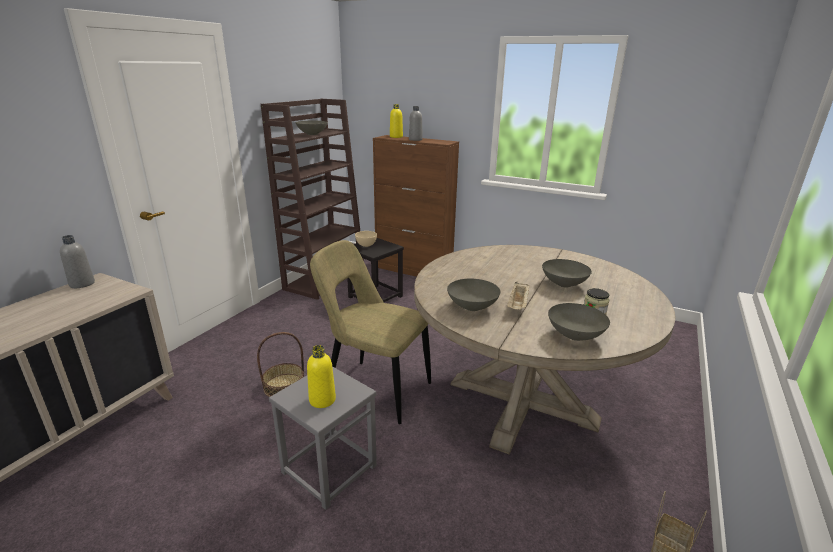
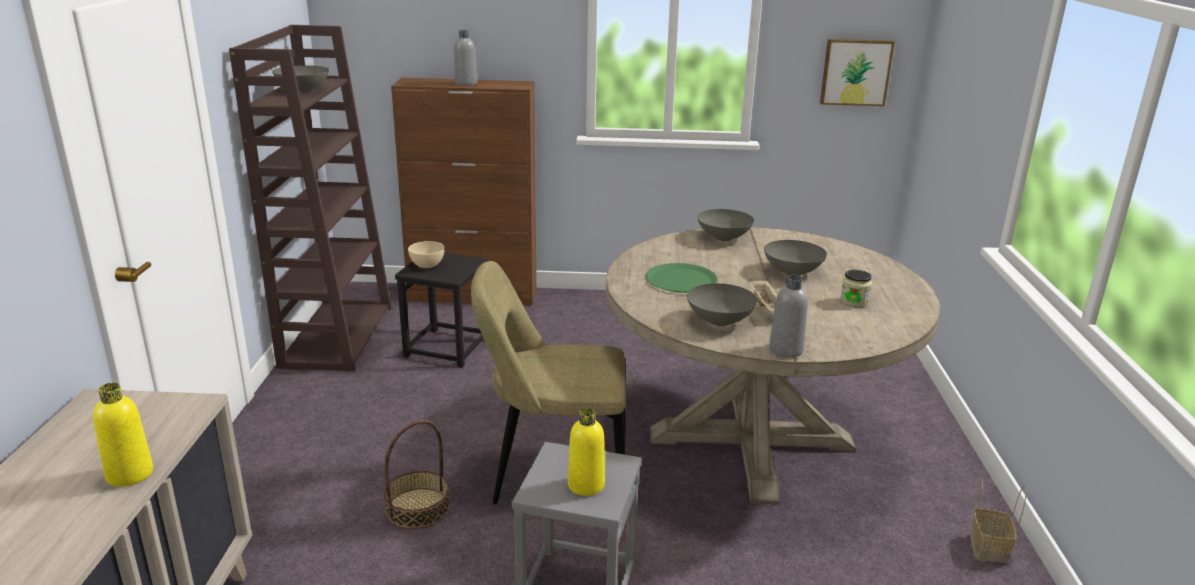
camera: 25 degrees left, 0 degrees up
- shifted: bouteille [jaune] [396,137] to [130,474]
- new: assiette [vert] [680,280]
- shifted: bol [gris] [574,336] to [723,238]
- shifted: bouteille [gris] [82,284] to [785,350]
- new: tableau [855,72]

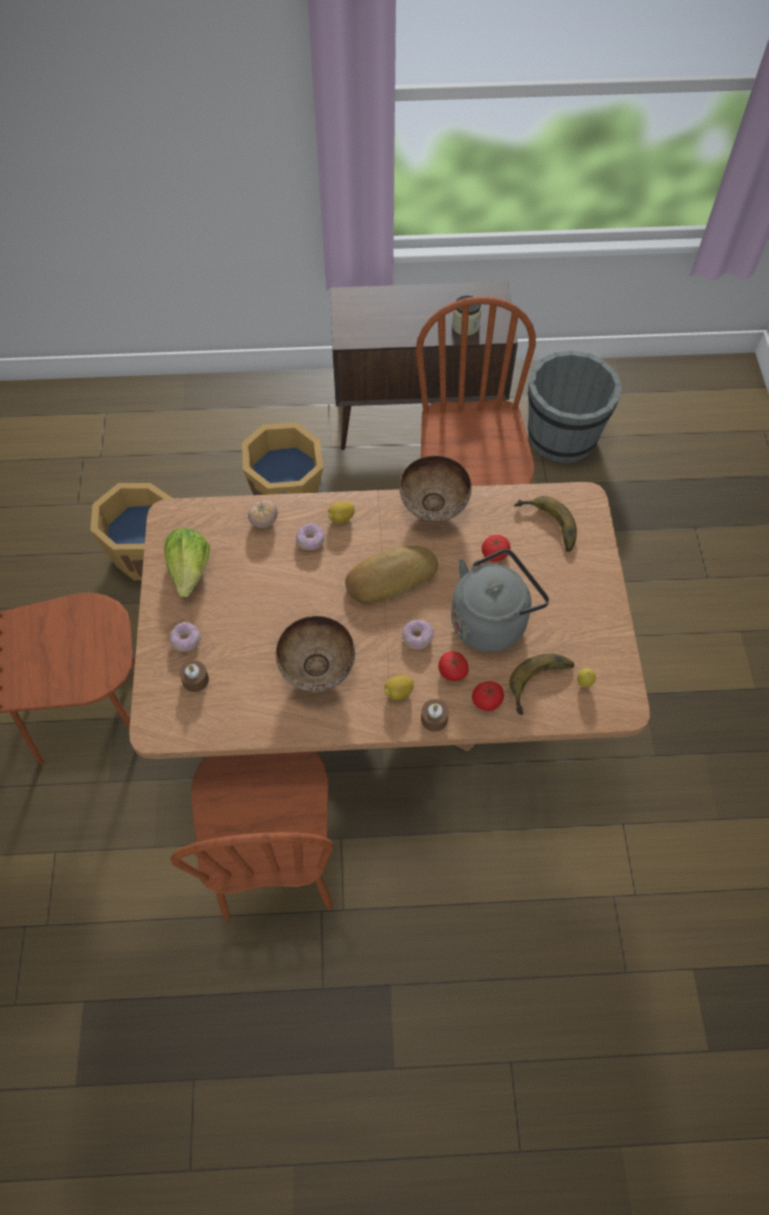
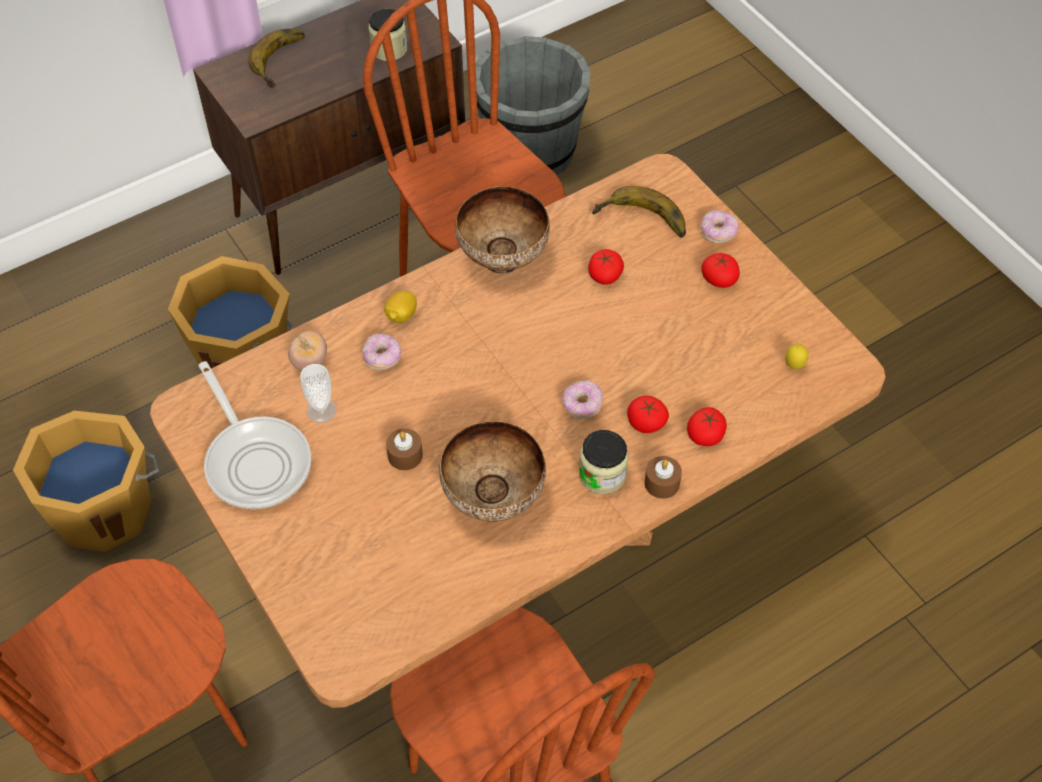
camera: 30 degrees left, 5 degrees down
- swapped: laitue [190,571] to poêle [255,460]
- shifted: banane [543,686] to [284,61]
- new: tasse [321,410]
- shifted: bougie [marron] [195,680] to [405,455]
- swapped: citron [398,692] to bocal [602,474]
- shifted: beignet [186,640] to [718,232]
- new: tomate [719,279]
- gone: pain [389,577]
- gone: bouilloire [gris] [492,620]

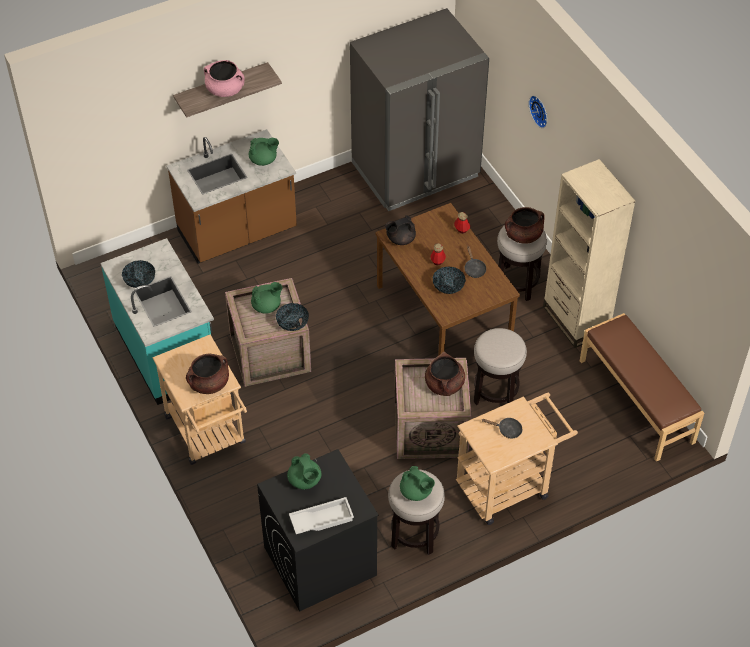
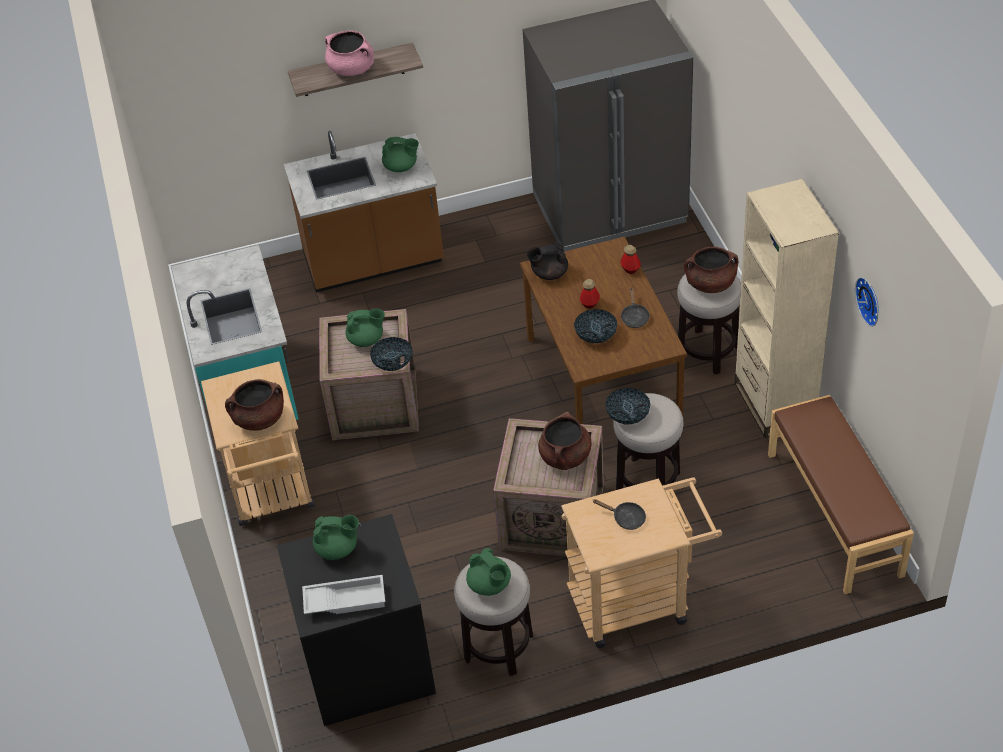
camera: 15 degrees right, 5 degrees down
- rotated: théière [vert] [305,480] = [338,549] 75 degrees counterclockwise
- shifted: bol [140,280] to [628,415]
- shifted: horloge murale [540,110] to [870,300]

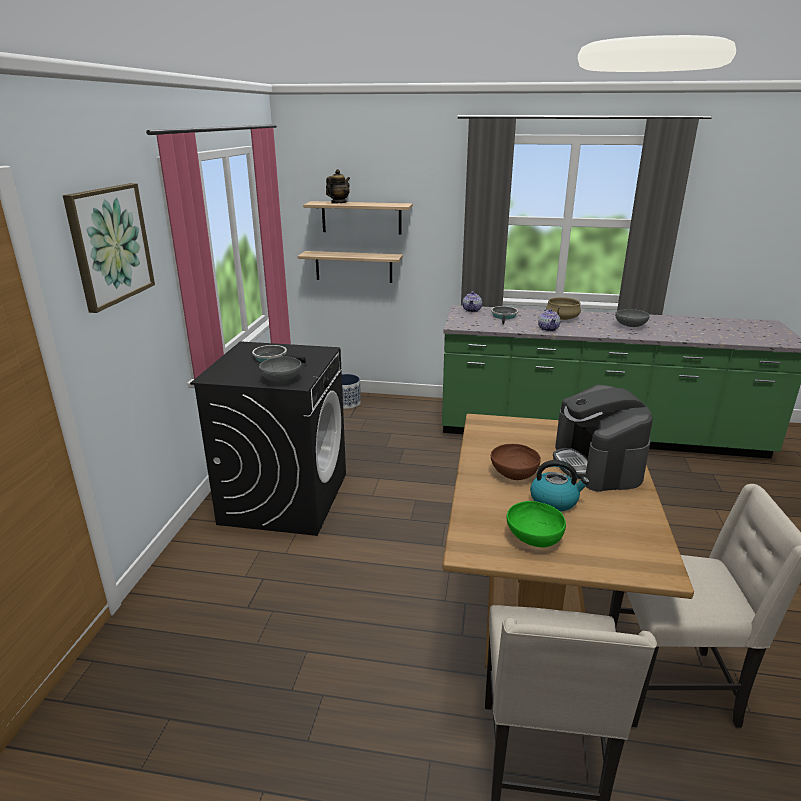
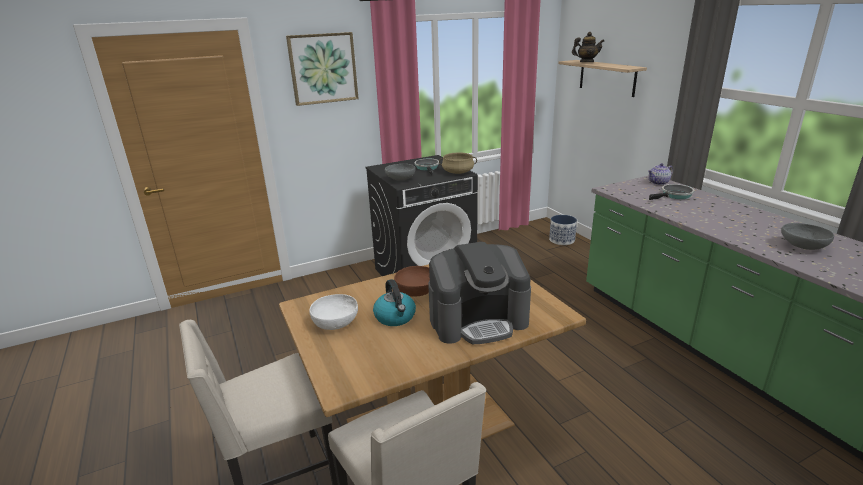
camera: 55 degrees right, 0 degrees up
- repainted: bol [vert] [533,537] to bol [blanc] [335,323]
- rotated: machine à café [597,464] = [478,320] 150 degrees counterclockwise
- shifted: marmite [beige] [562,318] to [457,172]
- gone: étagère [353,267]
- gone: théière [548,329]

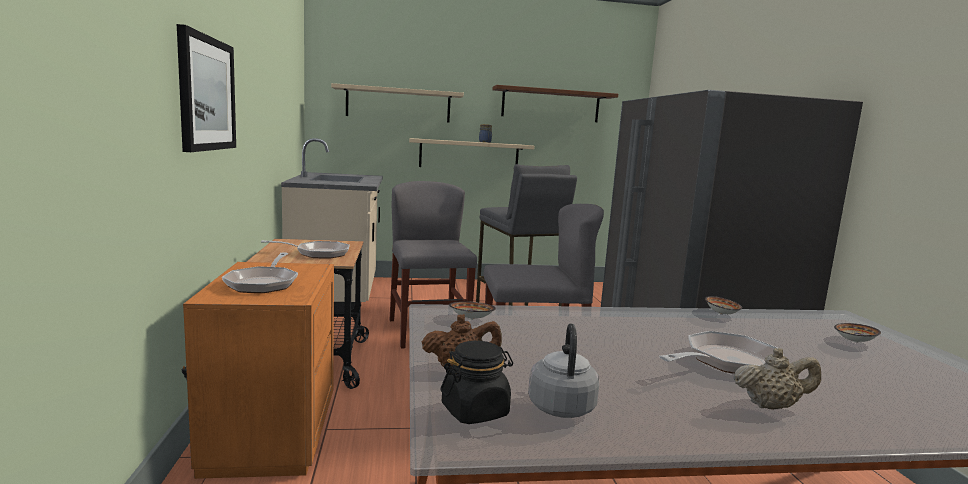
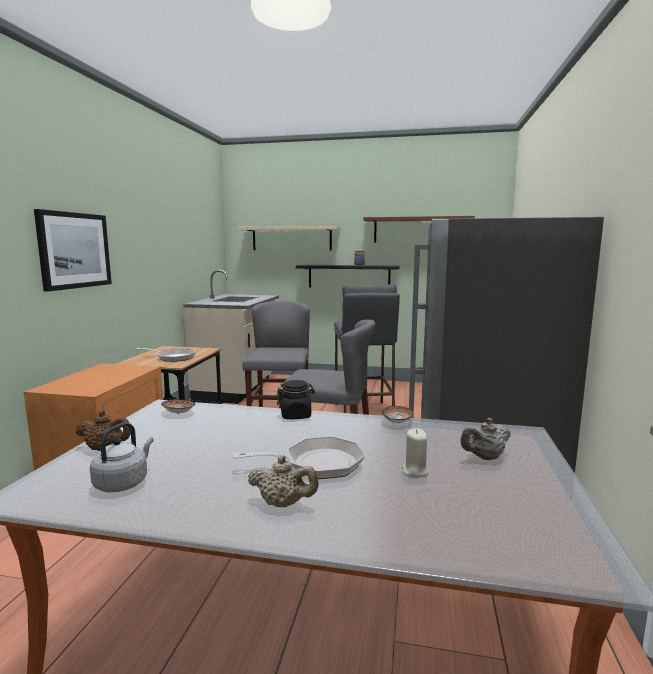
camera: 20 degrees right, 0 degrees up
- shifted: bocal [noir] [475,411] to [296,415]
- repainted: étagère [beige] [469,155] to étagère [noir] [349,276]
- new: bougie [beige] [414,471]
- swapped: bol [854,341] to théière [beige] [485,457]
- gone: poêle [263,283]

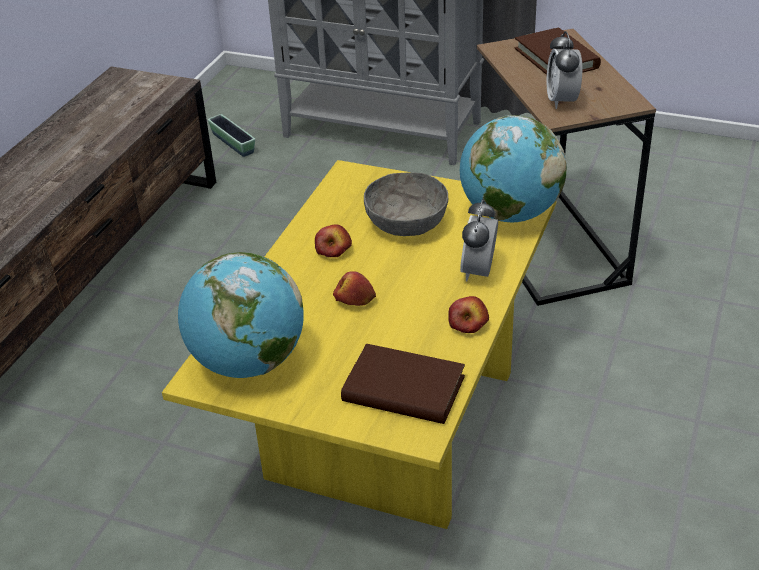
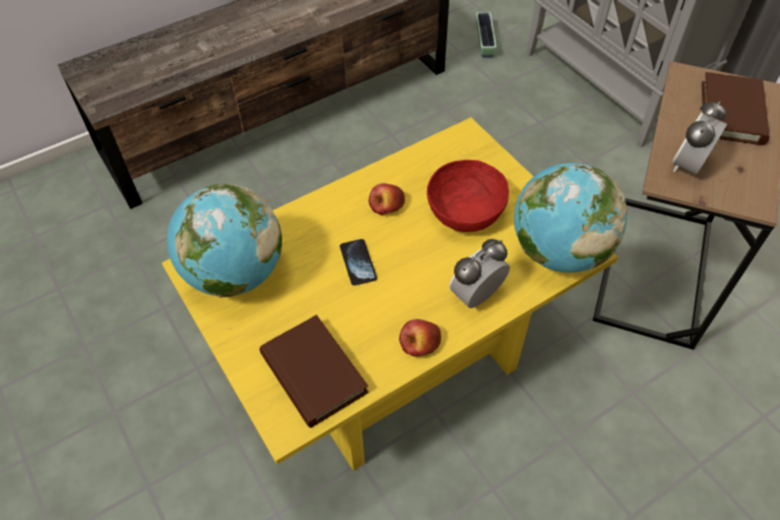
camera: 35 degrees right, 15 degrees up
- swapped: pomme [354,299] to téléphone [358,263]
- repainted: bol [gris] [406,223] to bol [rouge] [465,211]

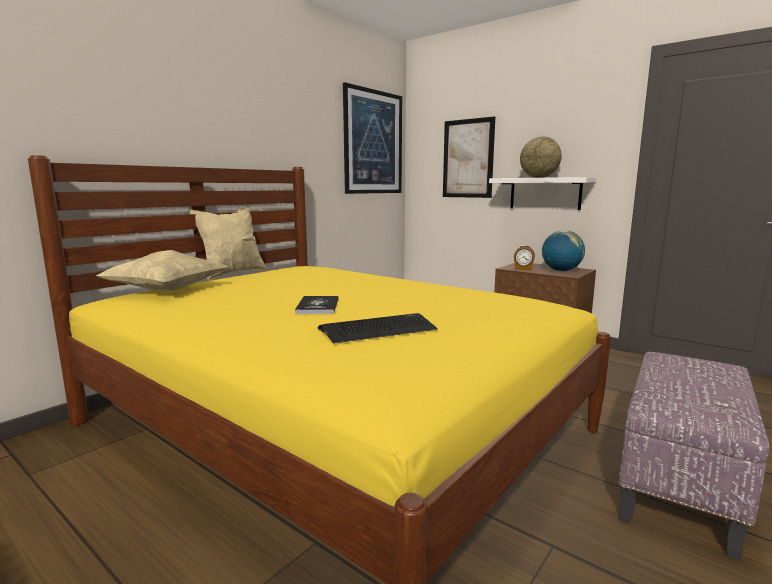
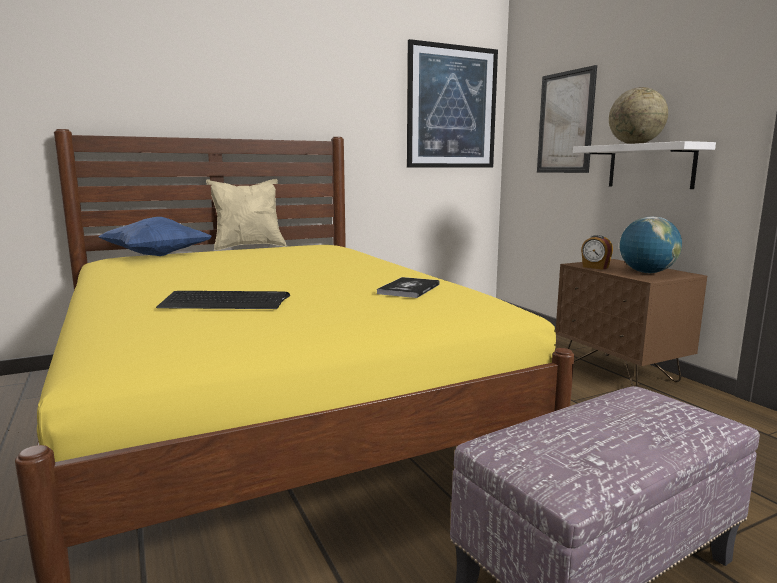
camera: 25 degrees right, 0 degrees up
- repainted: coussin [beige] [167,291] to coussin [bleu] [156,256]
- shifted: livre [318,306] to [409,289]

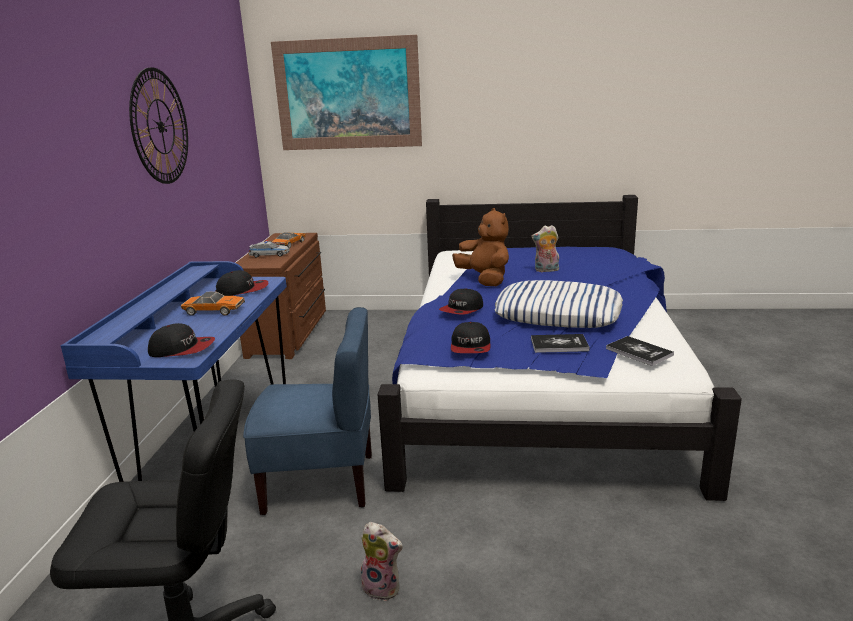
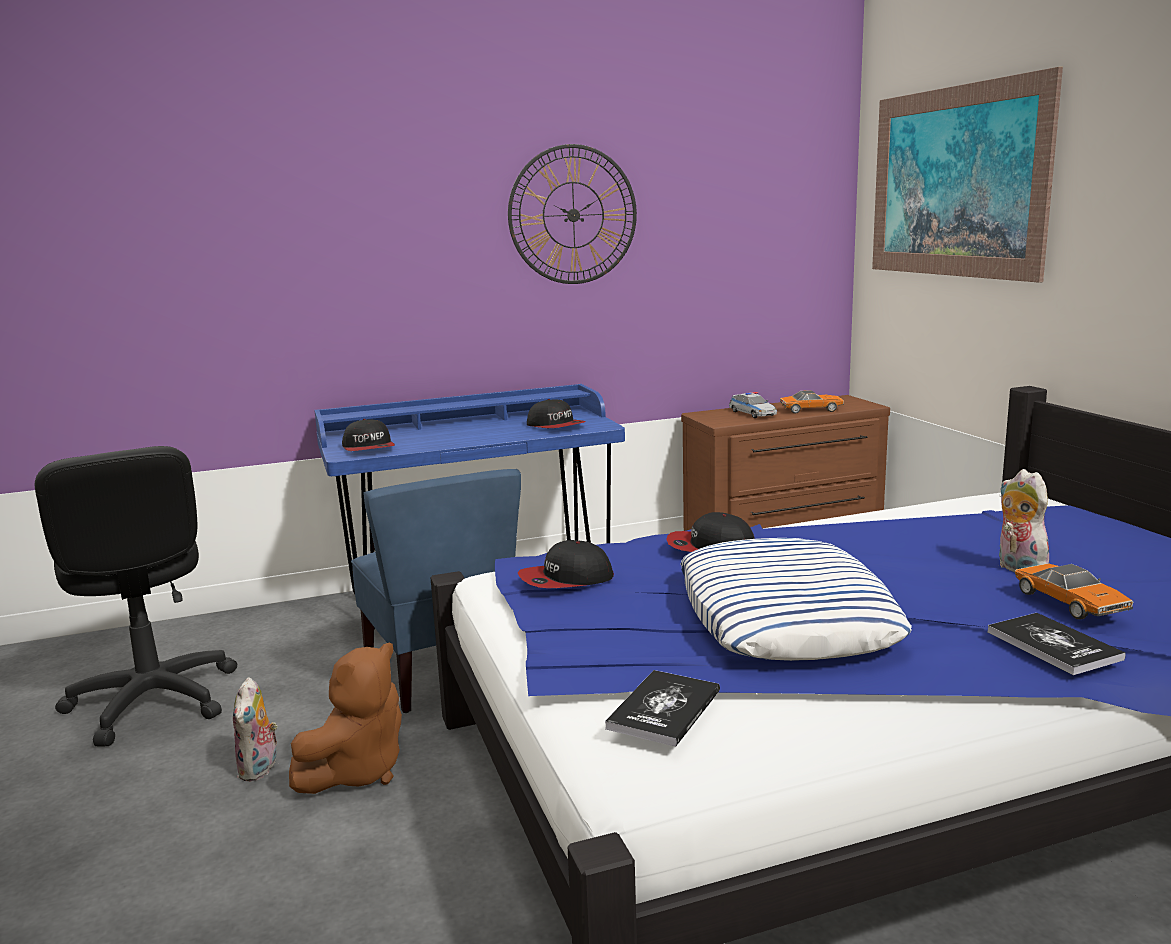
camera: 65 degrees right, 5 degrees down
- shifted: peluche [marron] [485,280] to [357,771]
- shifted: livre [559,344] to [1053,645]
- shifted: petite voiture [214,311] to [1070,603]

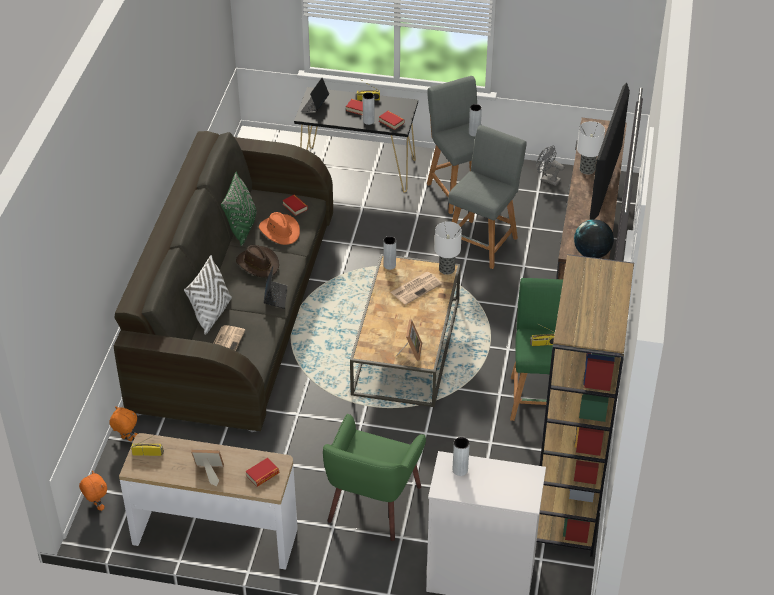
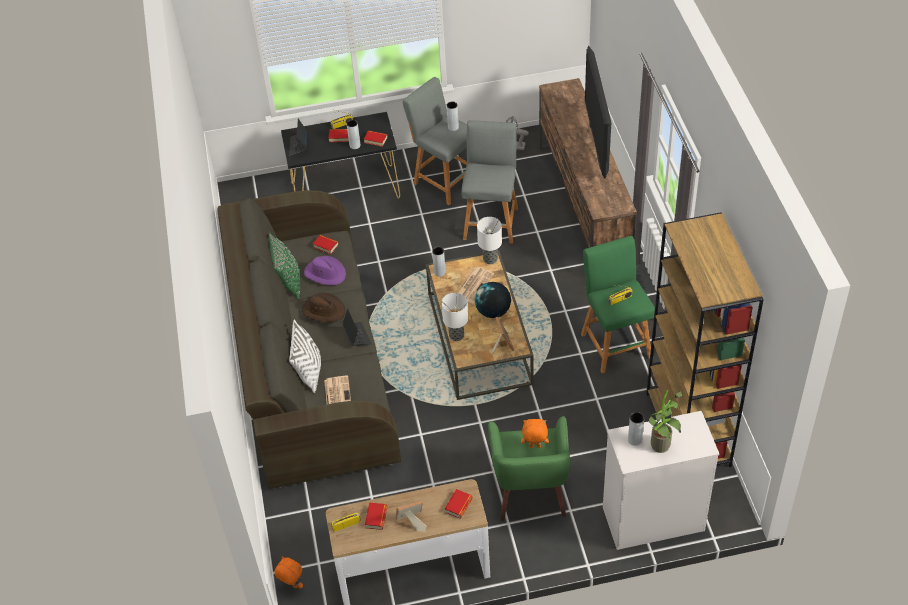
camera: 20 degrees left, 5 degrees up
- repainted: chapeau [orange] [280,231] to chapeau [violet] [325,273]
- new: livre [376,518]
- shifted: lampe de table [587,169] to [457,335]
- shifted: globe [592,253] to [493,312]
- shifted: peluche [orange] [126,439] to [534,447]
- new: plante en pot [662,447]

